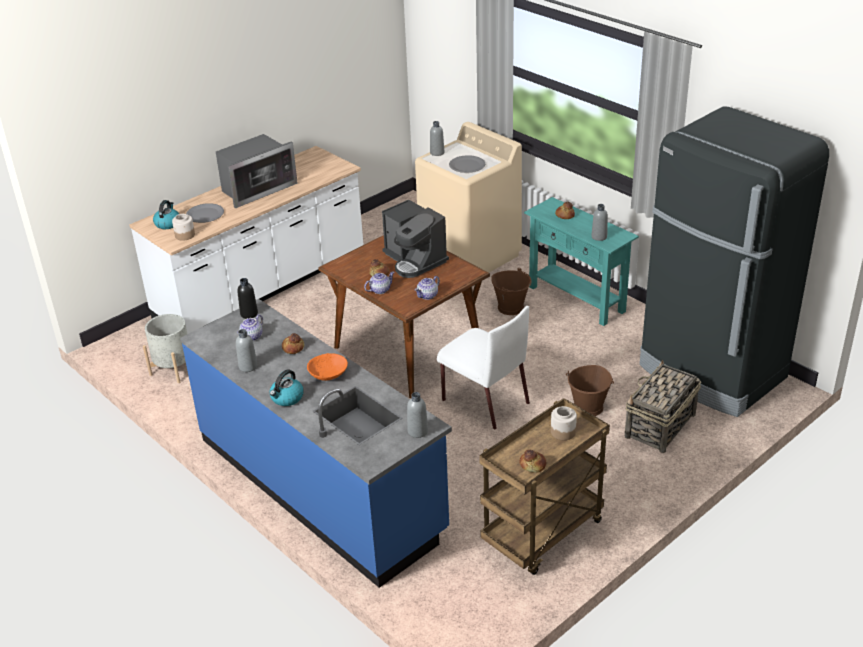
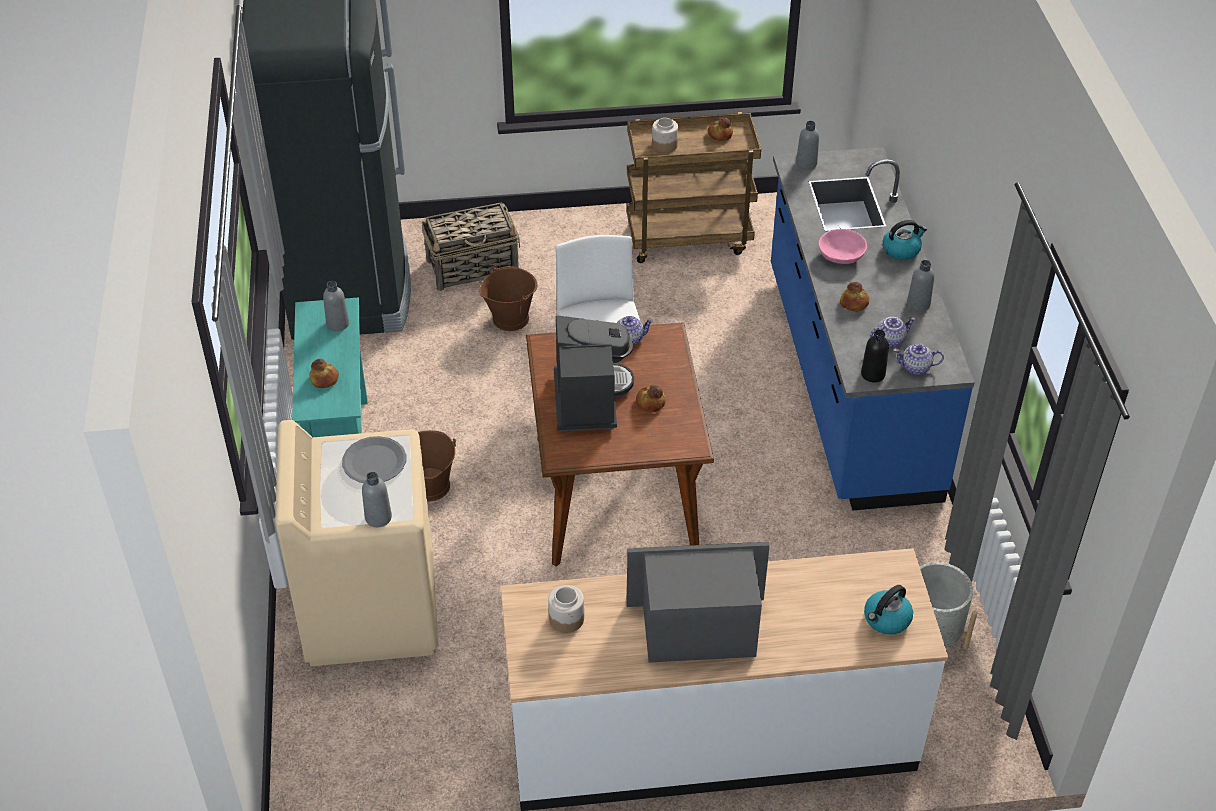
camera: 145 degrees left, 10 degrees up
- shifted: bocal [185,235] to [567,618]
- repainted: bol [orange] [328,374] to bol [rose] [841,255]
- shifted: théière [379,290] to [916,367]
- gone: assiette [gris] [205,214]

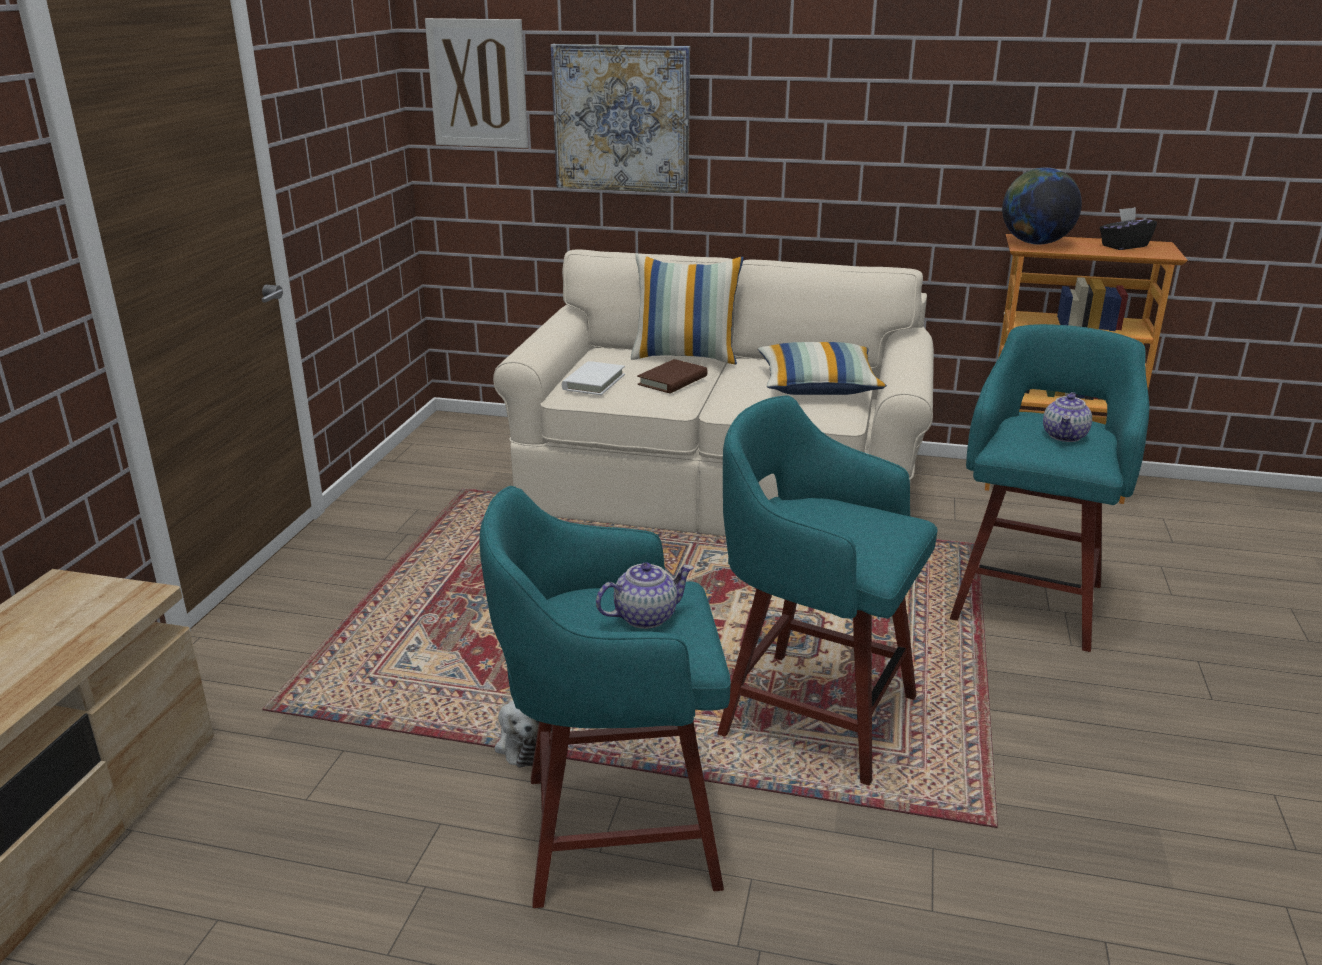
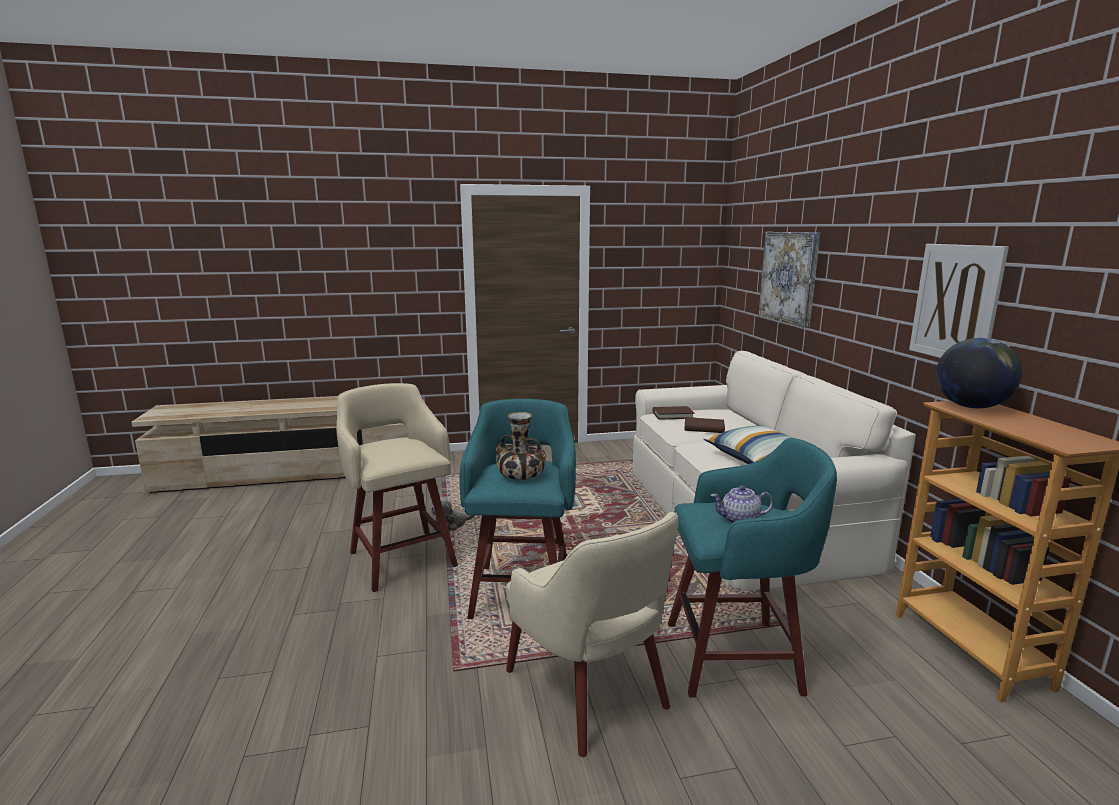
camera: 65 degrees right, 10 degrees down
- repainted: tabouret [turquoise] [612,831] to tabouret [beige] [402,557]
- new: vase [521,475]
- new: fauteuil [beige] [588,691]
- repainted: livre [blanc] [593,382] to livre [marron] [673,415]
- shifted: tableau [478,83] to [956,303]
- gone: théière [645,616]
- gone: coussin [685,356]
- gone: boîte à mouchoirs [noir] [1124,246]

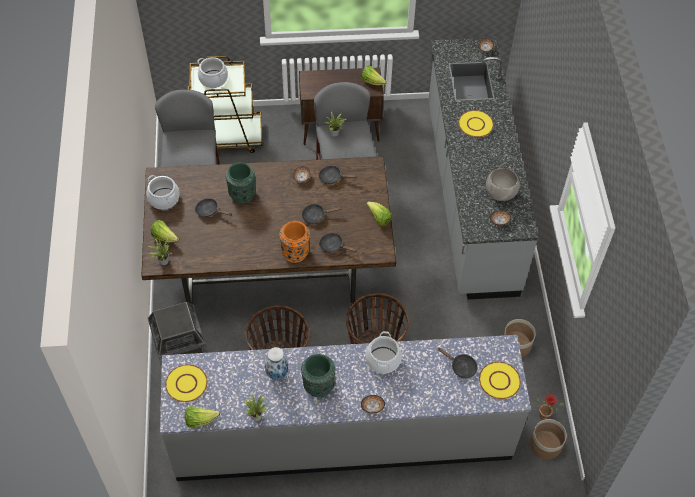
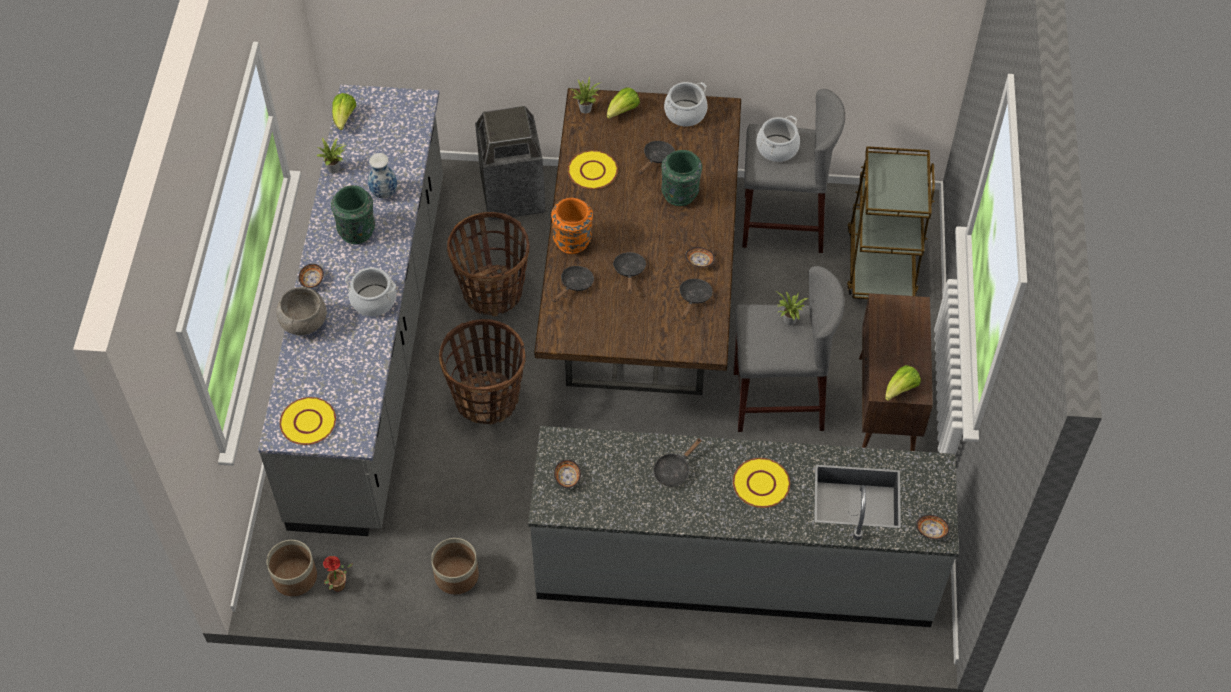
camera: 100 degrees right, 0 degrees up
- shifted: bol [gris] [500,193] to [304,324]
- shifted: assiette [jaune] [186,384] to [592,170]
- shifted: poêle [noir] [461,367] to [674,470]
- shifted: marmite [213,79] to [777,148]
- gone: laitue [379,218]

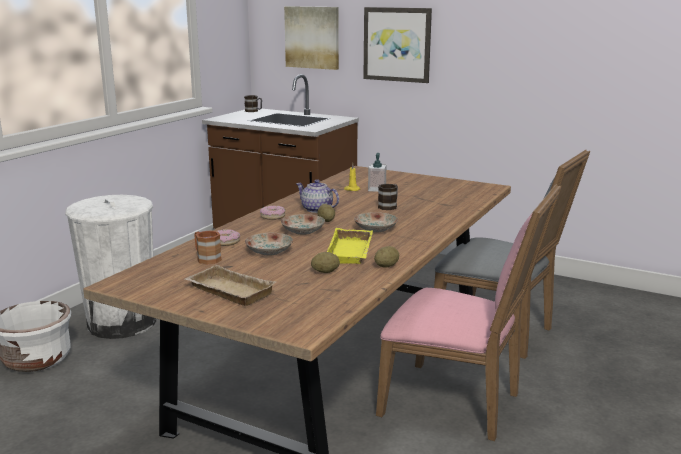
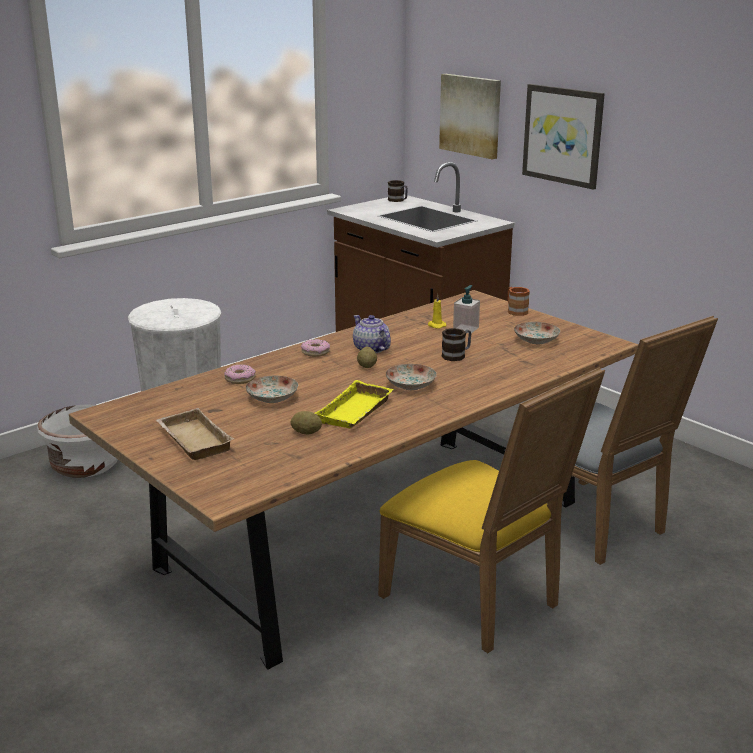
camera: 20 degrees right, 5 degrees up
- repainted: chaise [rose] [459,404] to chaise [jaune] [479,602]
- shifted: mug [marron] [206,258] to [515,310]
- shifted: assiette [302,231] to [535,340]
- gone: pomme de terre [386,266]

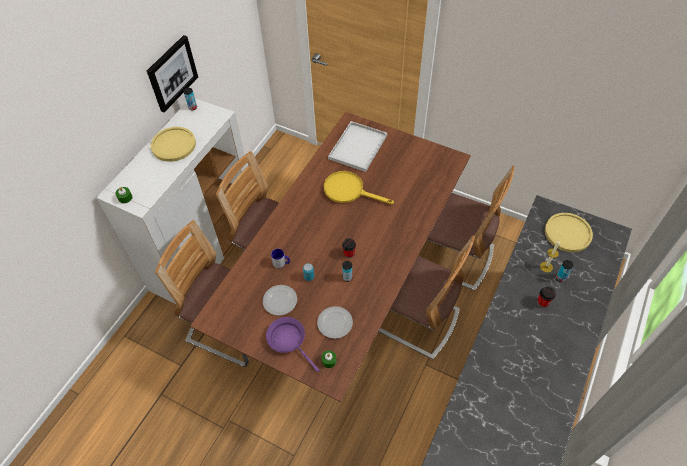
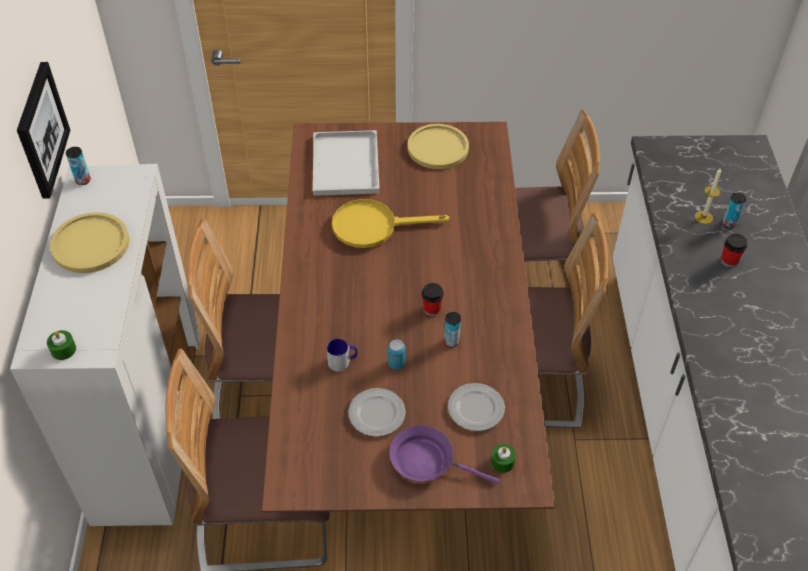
camera: 30 degrees left, 5 degrees down
- shifted: assiette [jaune] [568,233] to [438,148]

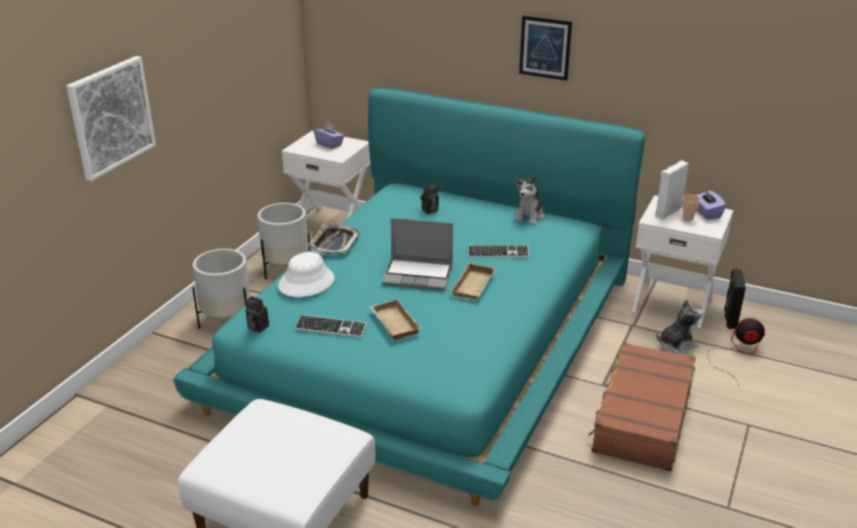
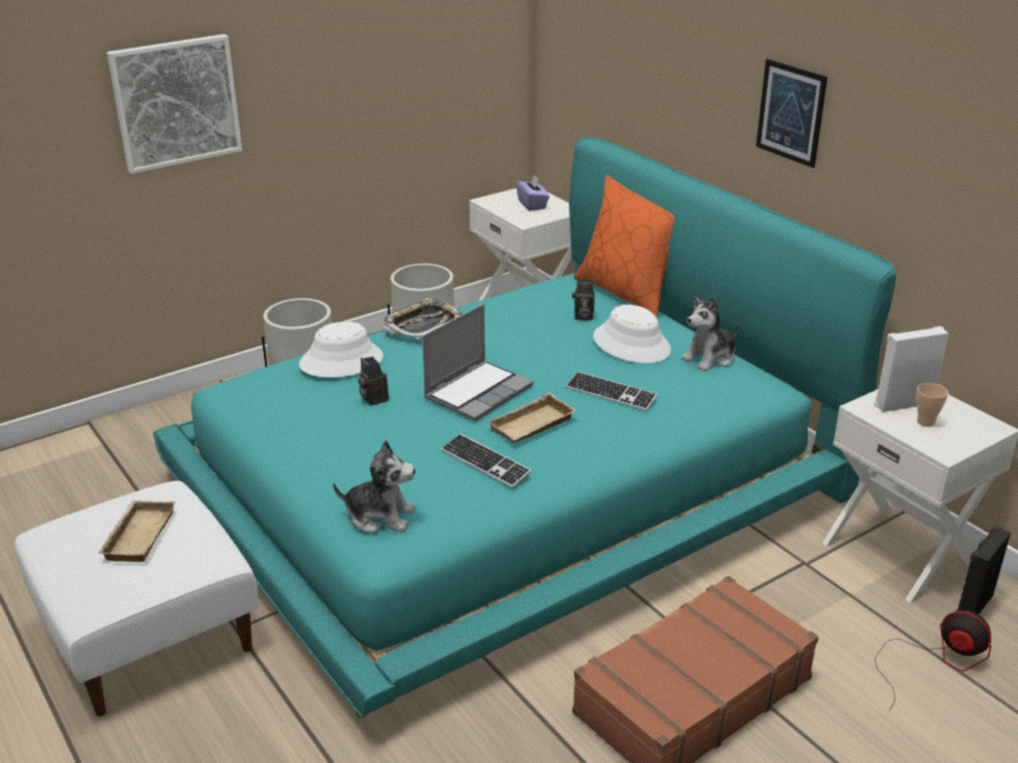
camera: 30 degrees right, 0 degrees up
- shifted: plateau [beige] [393,323] to [137,535]
- shifted: peluche [676,344] to [380,516]
- shifted: appareil photo [256,327] to [373,398]
- rotated: ordinateur portable [419,275] = [478,392] 90 degrees counterclockwise
- shifted: clavier [330,328] to [485,462]
- new: coussin [orange] [627,293]
- new: chapeau [blanc] [632,344]
- gone: boîte à mouchoirs [violet] [706,213]

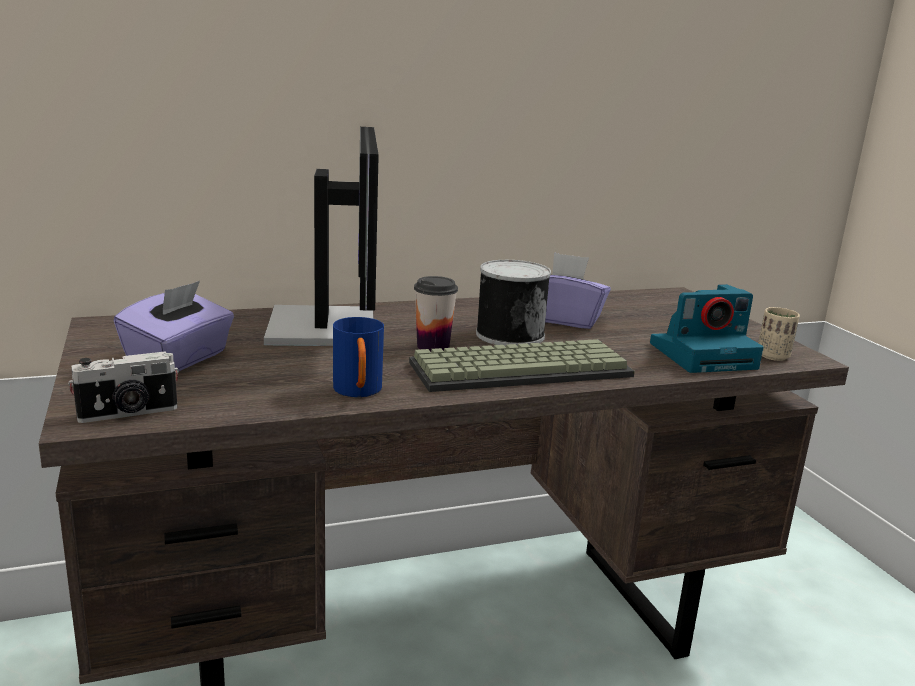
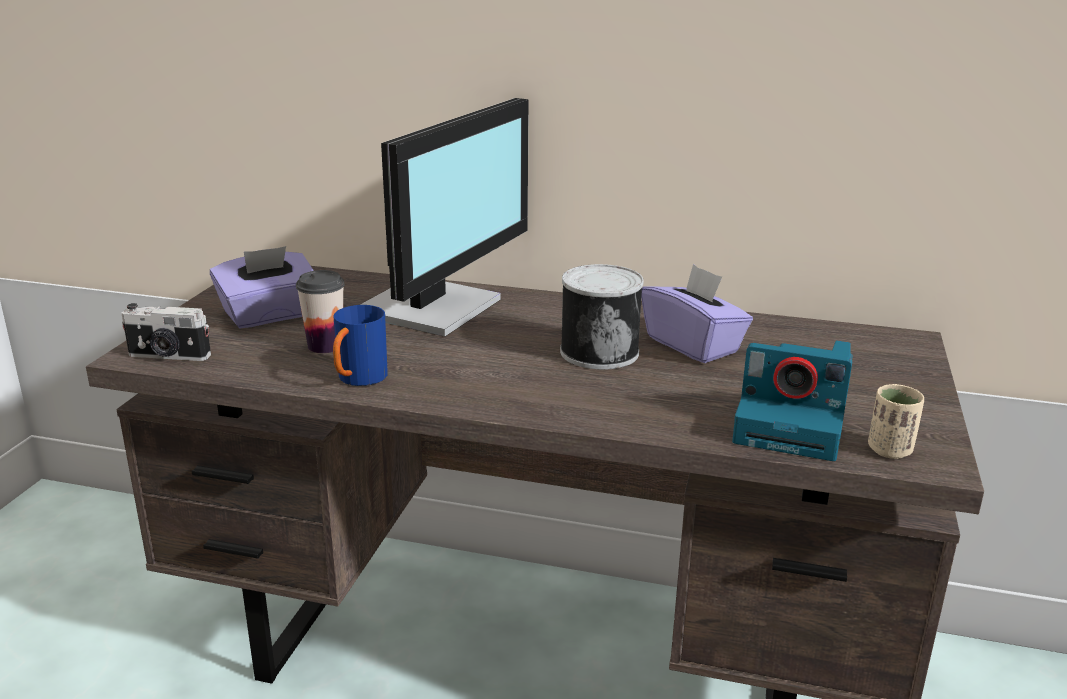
camera: 35 degrees right, 5 degrees up
- shifted: tasse [433,346] to [325,346]
- gone: clavier [522,368]

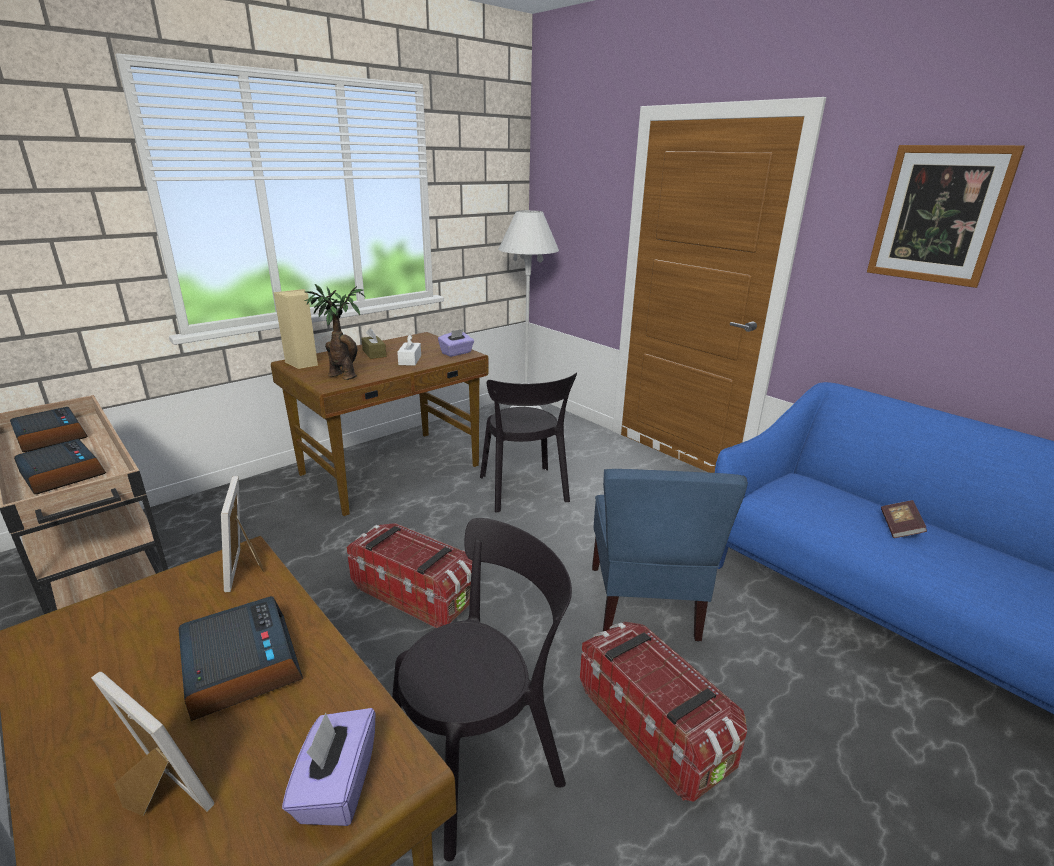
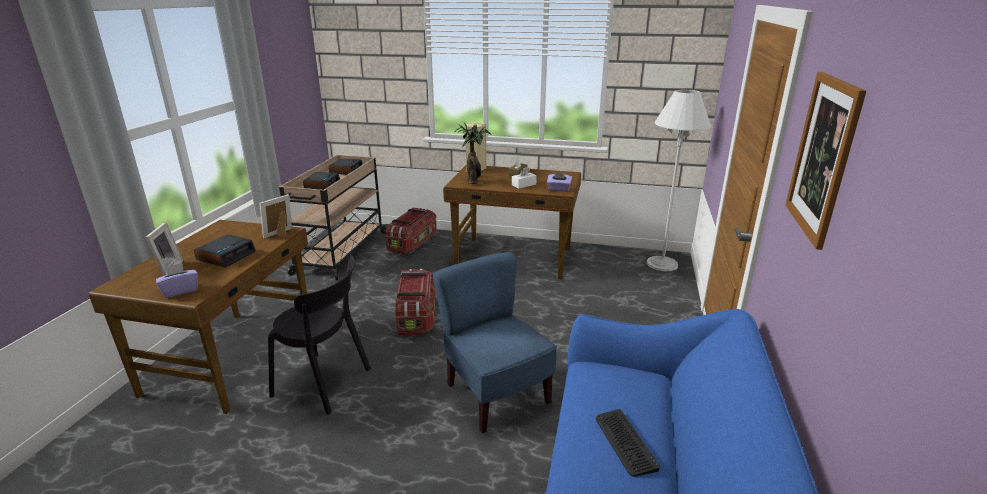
camera: 55 degrees right, 0 degrees up
- shifted: boîte de rangement [654,726] to [413,242]
- rotated: chaise [bleu] [645,602] = [495,395] 90 degrees clockwise
- swapped: livre [900,527] to clavier [625,442]
- gone: chaise [noir] [524,491]

